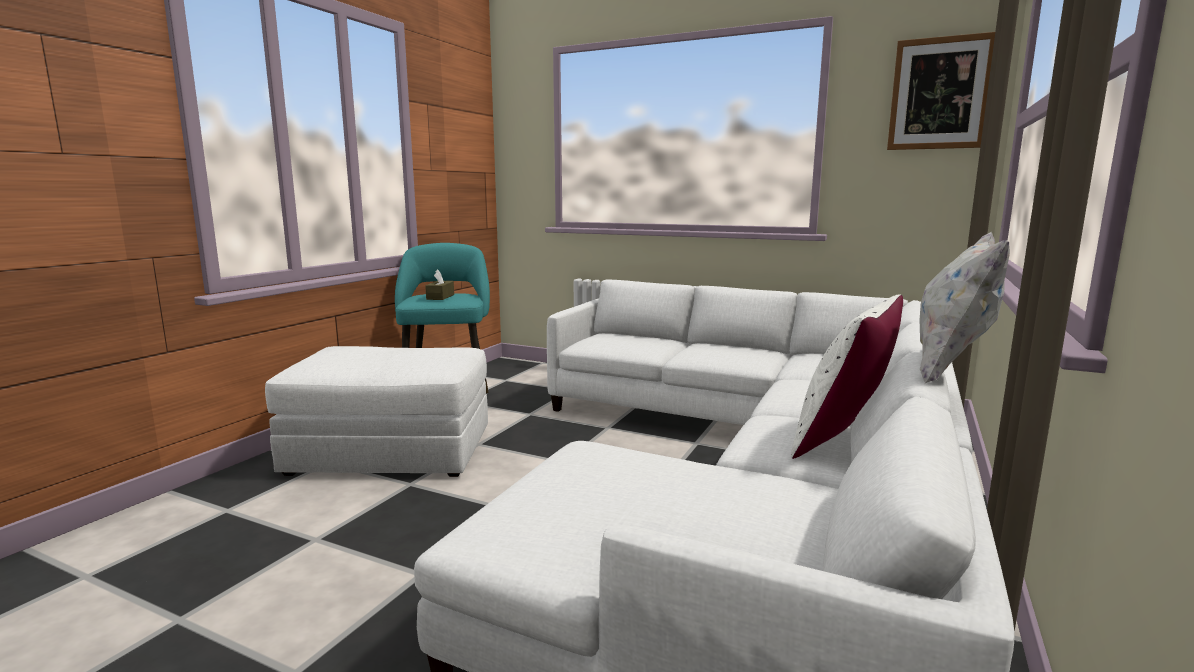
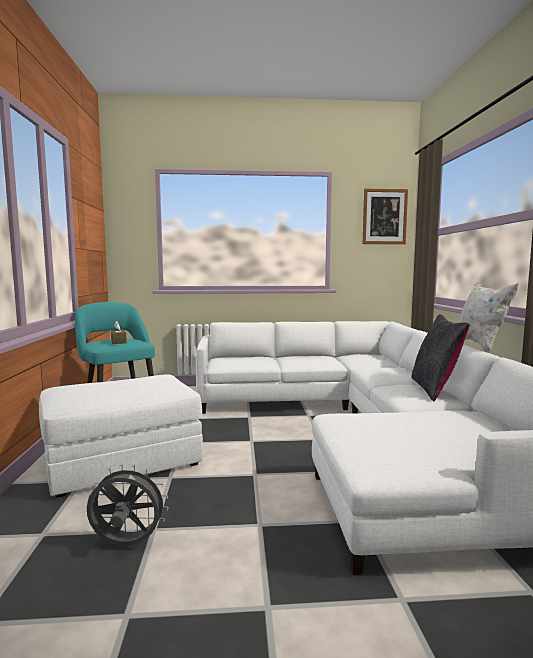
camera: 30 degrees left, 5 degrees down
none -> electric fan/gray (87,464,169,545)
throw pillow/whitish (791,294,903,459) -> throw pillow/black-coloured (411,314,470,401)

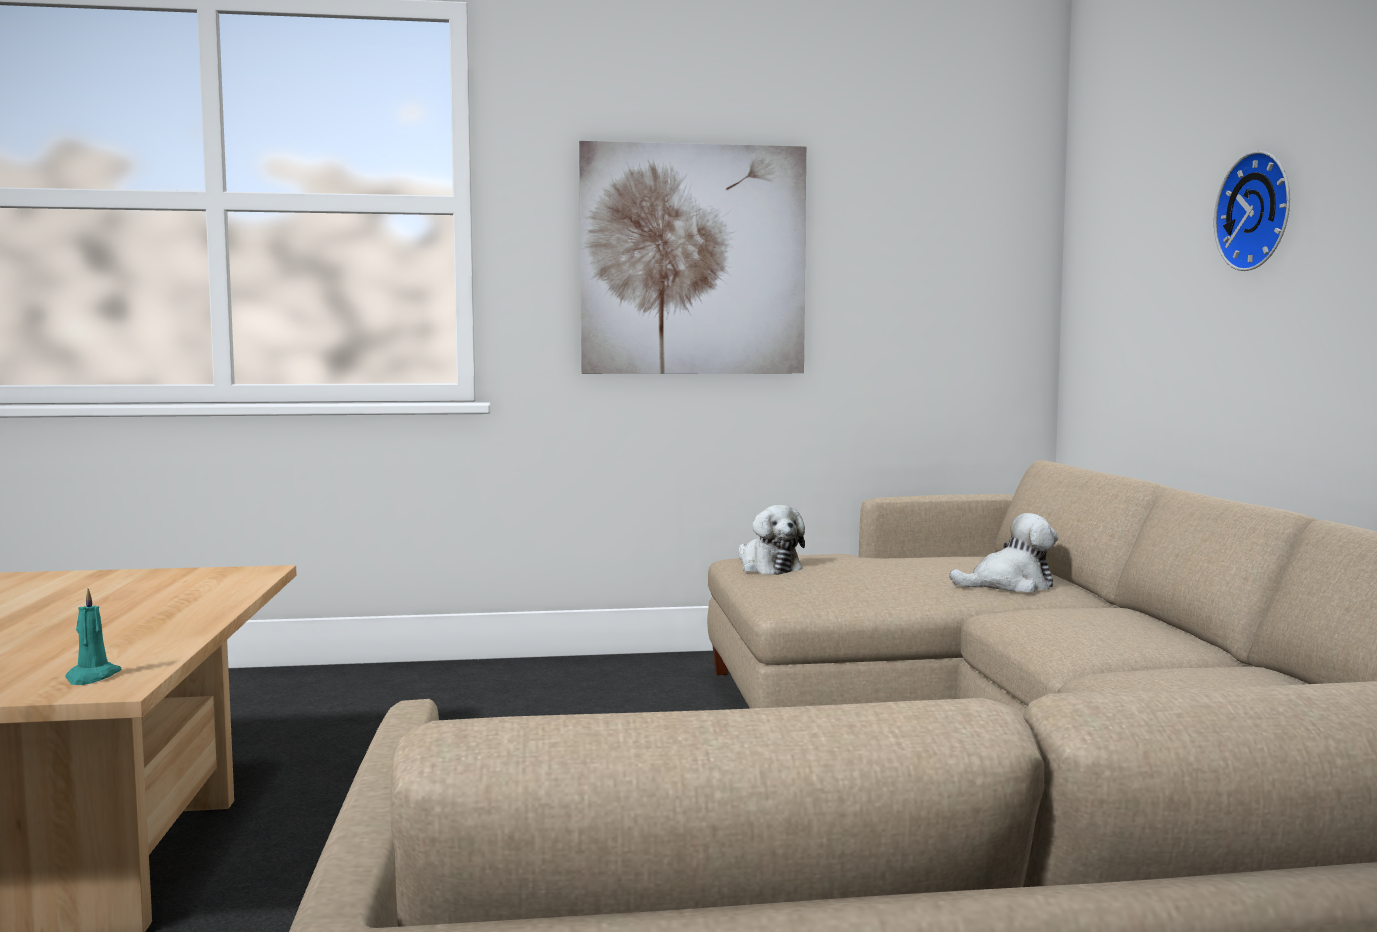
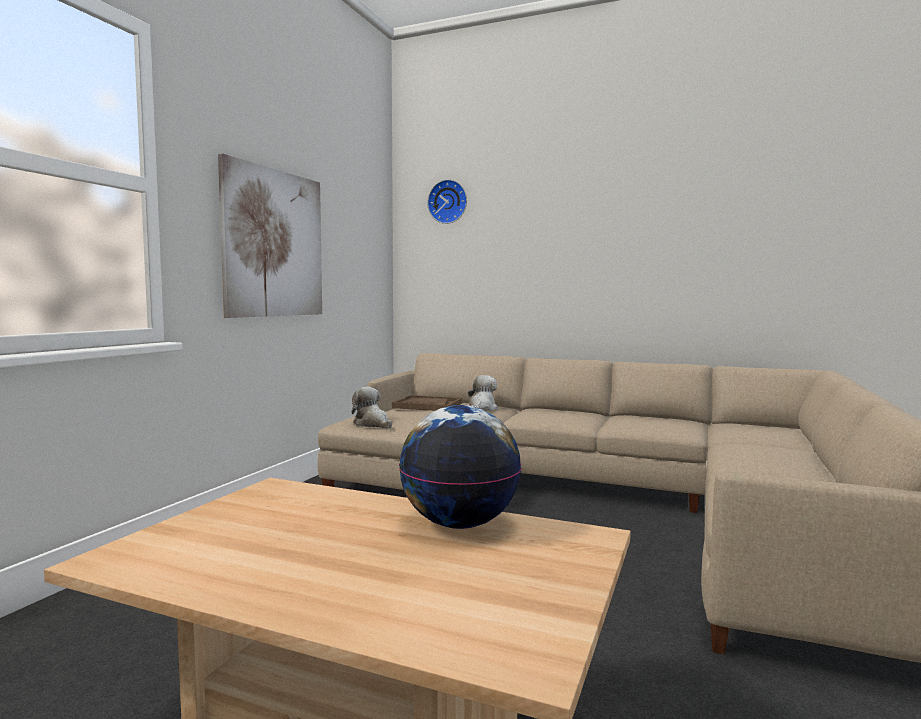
camera: 60 degrees left, 0 degrees up
candle/blue-green (65,588,121,685) -> none
none -> serving tray/brown-coloured (392,395,462,411)
none -> globe (399,405,521,529)
wall clock (1214,151,1290,271) -> wall clock (427,179,467,224), shifted
soft toy (738,505,805,575) -> soft toy (352,387,392,428), 135 degrees counterclockwise

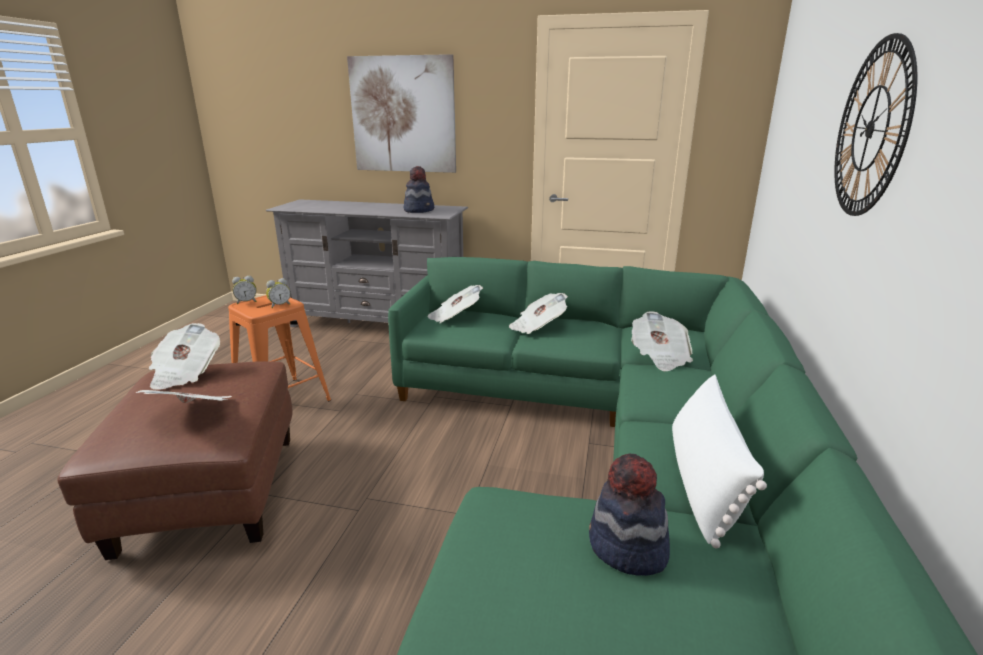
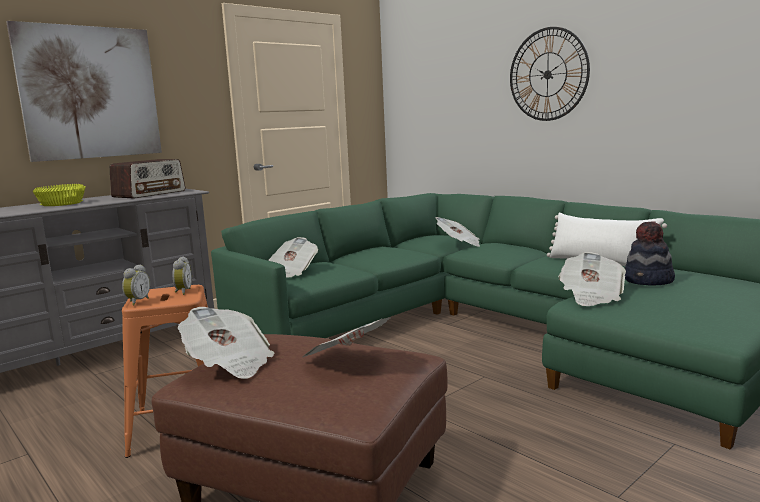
camera: 55 degrees left, 10 degrees down
none -> serving bowl/yellow-coloured (33,184,85,206)
newspaper (509,293,568,334) -> newspaper (559,252,626,306), shifted
hat (403,166,434,213) -> radio (110,159,186,199)

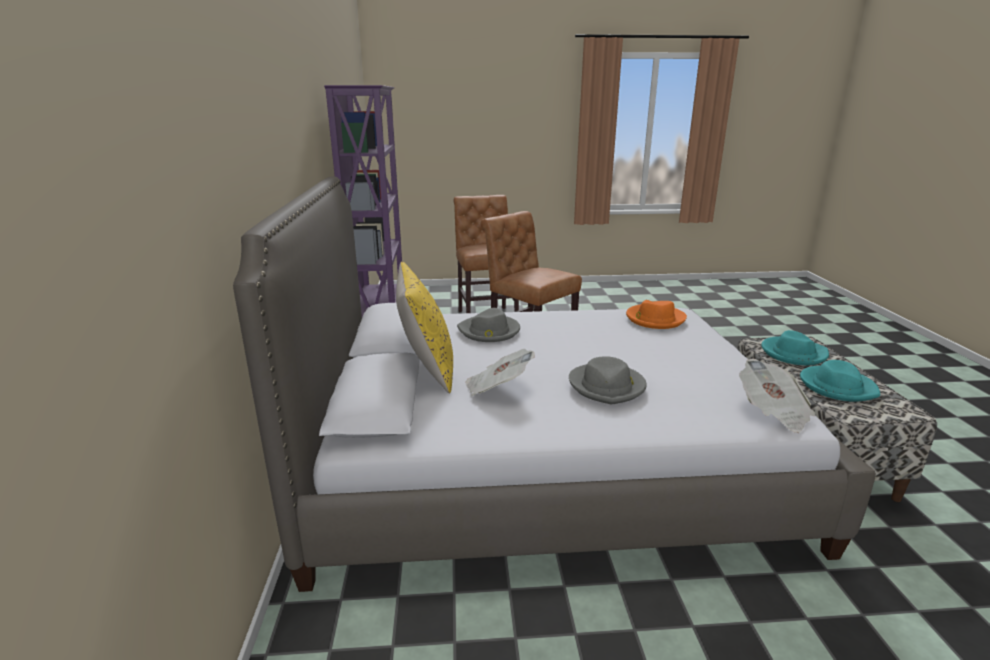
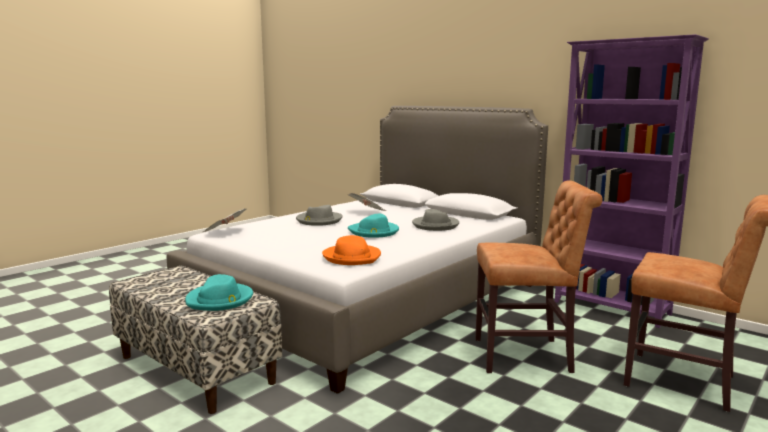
camera: 135 degrees right, 10 degrees down
throw pillow/yellow-coloured (396,262,453,393) -> none
hat/blue-green (800,360,880,402) -> hat/blue-green (348,213,399,238), shifted

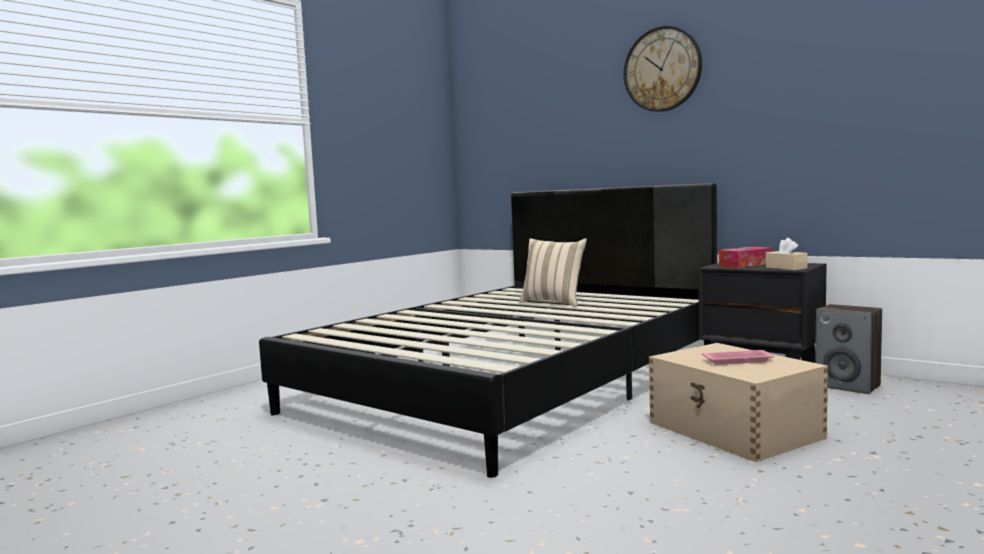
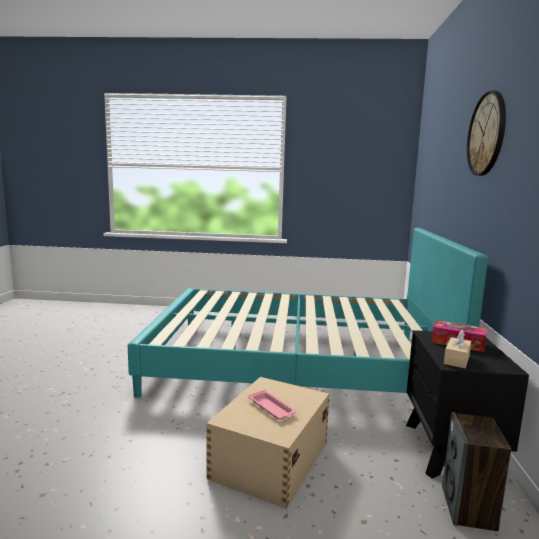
camera: 55 degrees right, 5 degrees up
throw pillow/beige (519,238,587,307) -> none
bedroom bed/black-coloured (259,183,717,478) -> bedroom bed/blue-green (128,228,488,398)

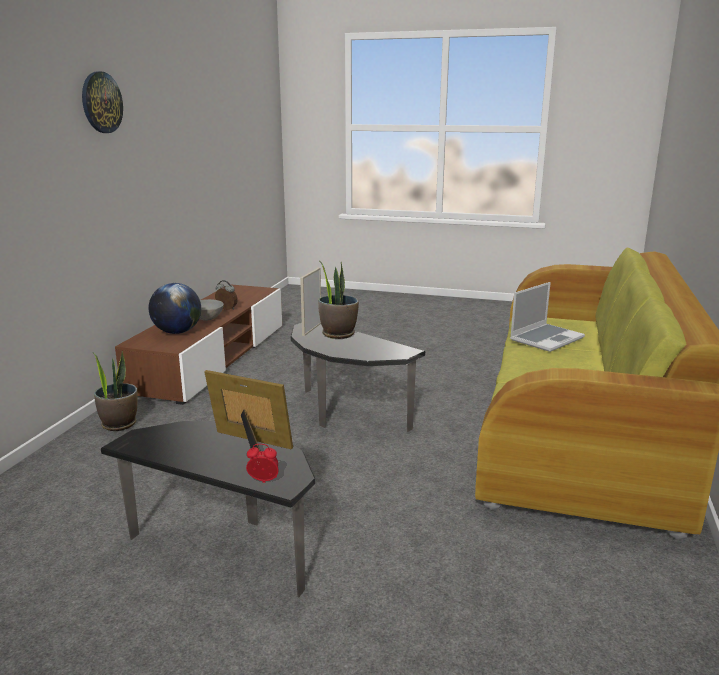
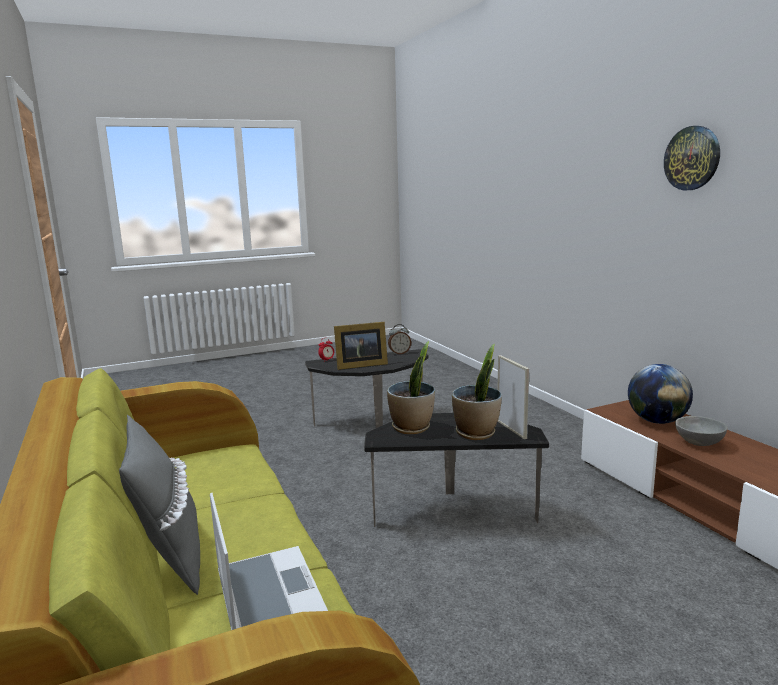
camera: 140 degrees right, 5 degrees down
none -> throw pillow/gray (119,415,200,595)
houseplant (93,351,138,431) -> houseplant (387,341,435,434), shifted
bedside clock (215,280,237,310) -> bedside clock (388,324,411,355), shifted
notebook computer (510,282,585,352) -> notebook computer (210,493,328,630), 150 degrees clockwise

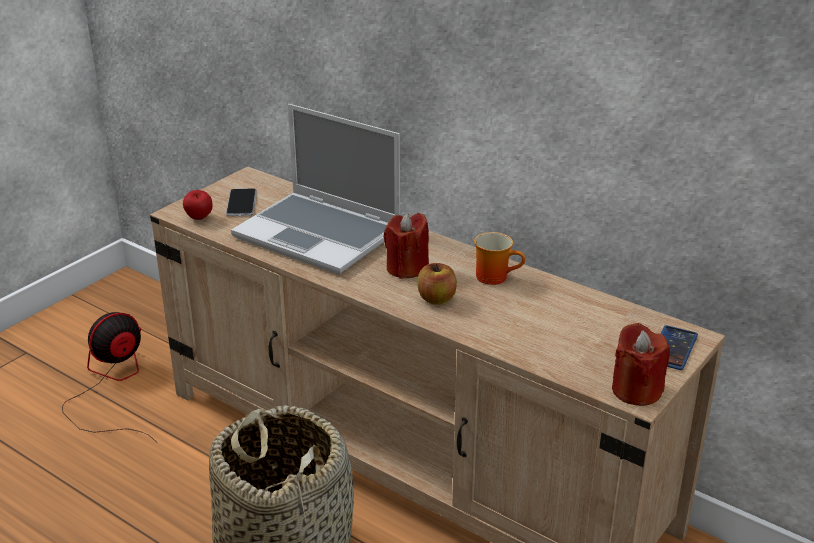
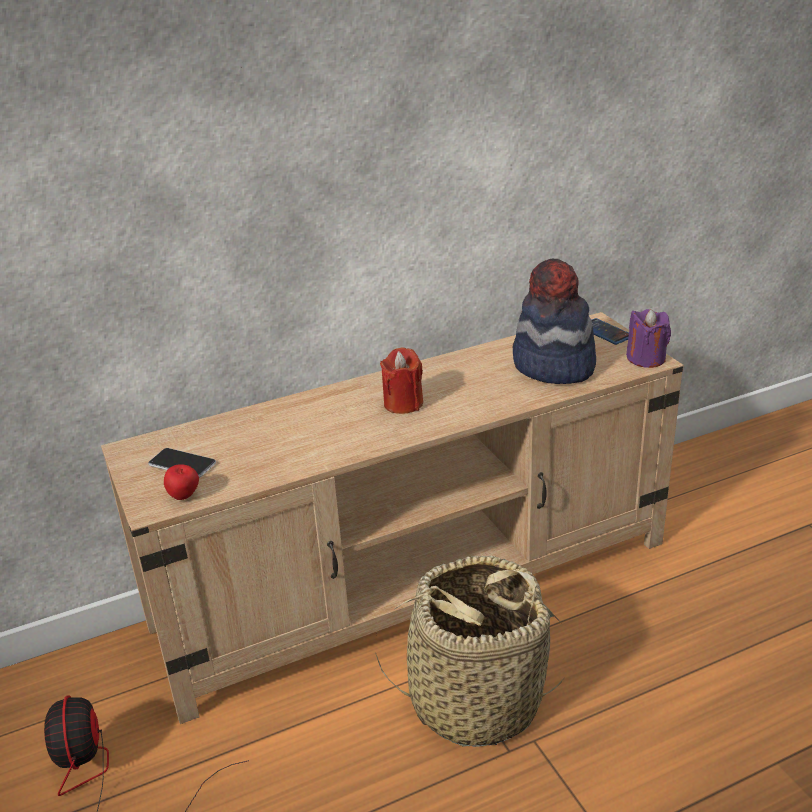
camera: 60 degrees left, 0 degrees up
notebook computer (231,104,400,274) -> none
apple fruit (418,263,457,305) -> none
tea mug (474,232,525,285) -> none
none -> hat (513,259,596,384)
candle/red (612,323,670,406) -> candle/purple-coloured (626,309,671,368)

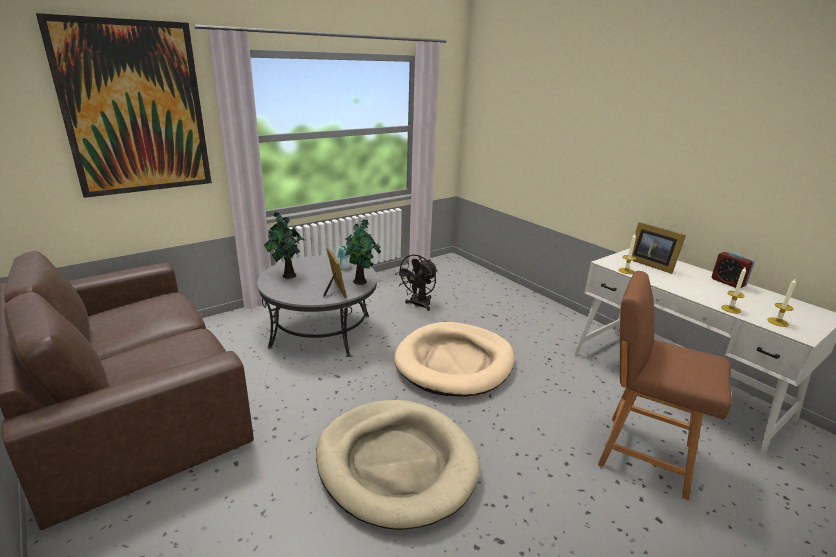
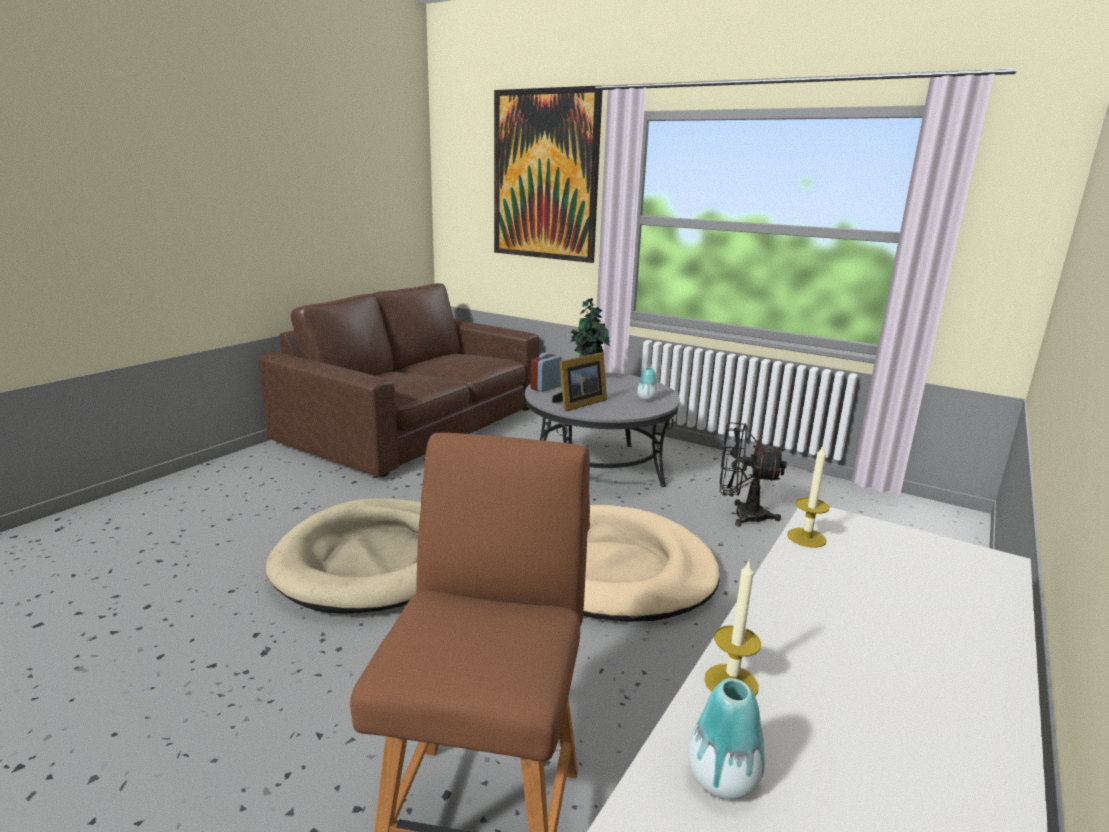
camera: 70 degrees right, 5 degrees down
houseplant (343,220,381,285) -> none
standing frame (632,222,686,274) -> none
bedside clock (712,251,755,288) -> bedside clock (531,353,562,392), shifted
candle (767,279,796,327) -> vase (688,678,765,800)

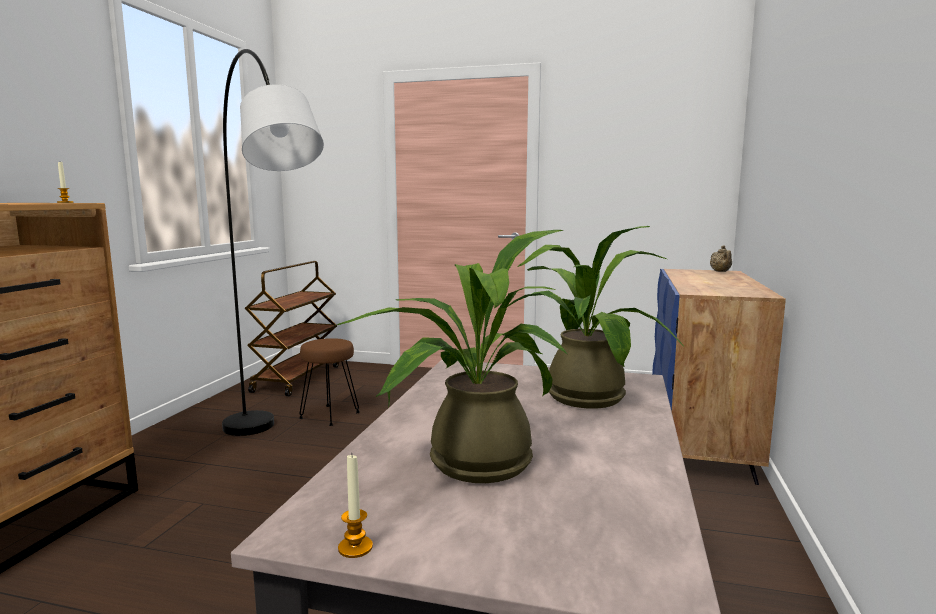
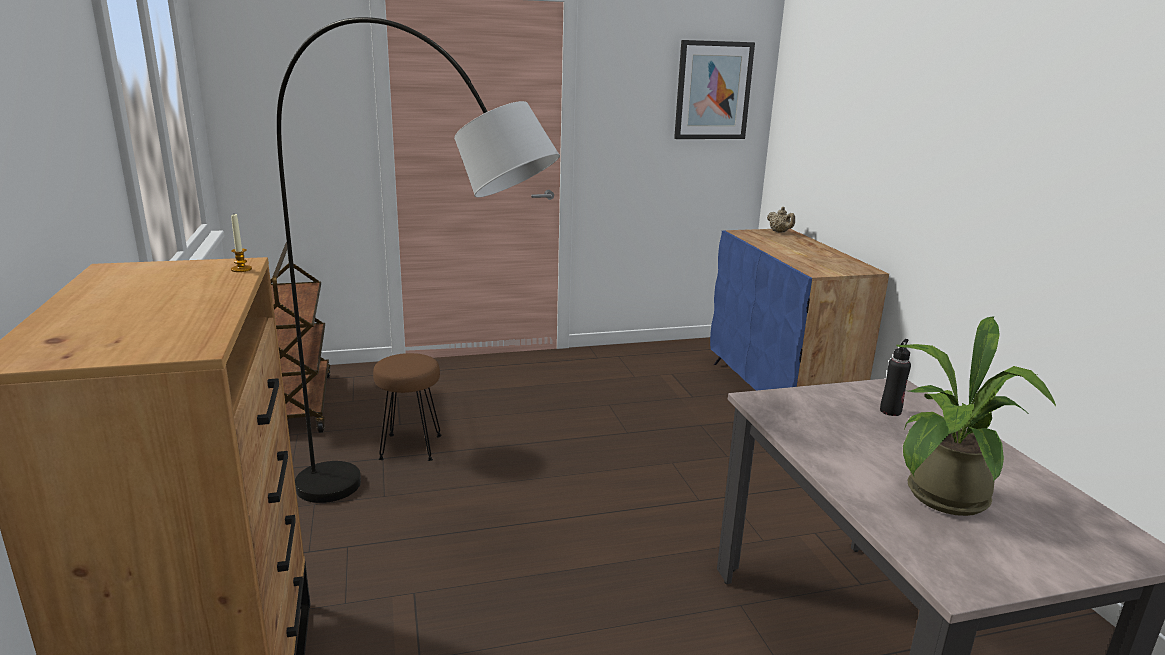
camera: 30 degrees left, 10 degrees up
candle (338,455,373,558) -> none
none -> wall art (674,40,755,139)
houseplant (508,226,683,409) -> beverage bottle/black-coloured (880,339,911,416)

